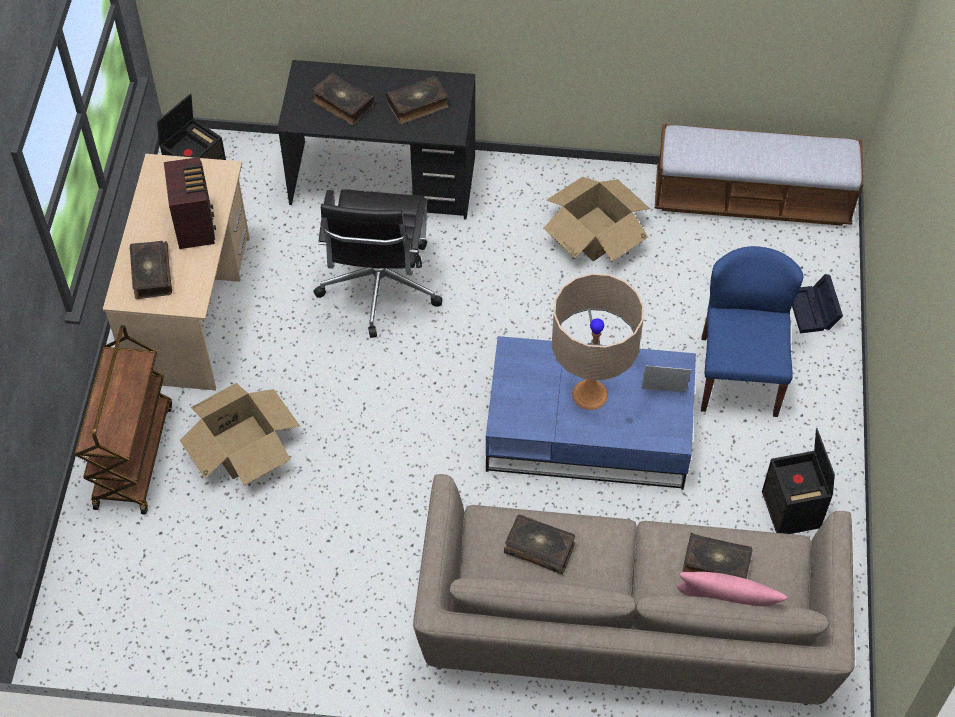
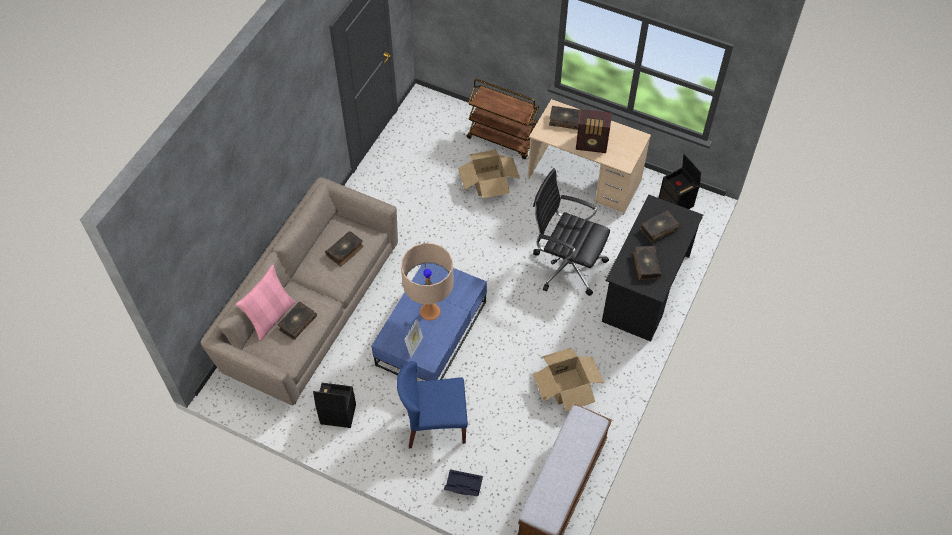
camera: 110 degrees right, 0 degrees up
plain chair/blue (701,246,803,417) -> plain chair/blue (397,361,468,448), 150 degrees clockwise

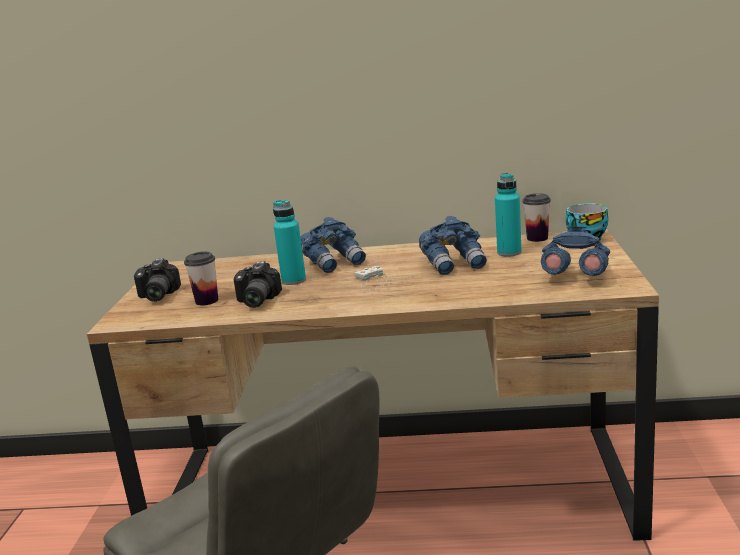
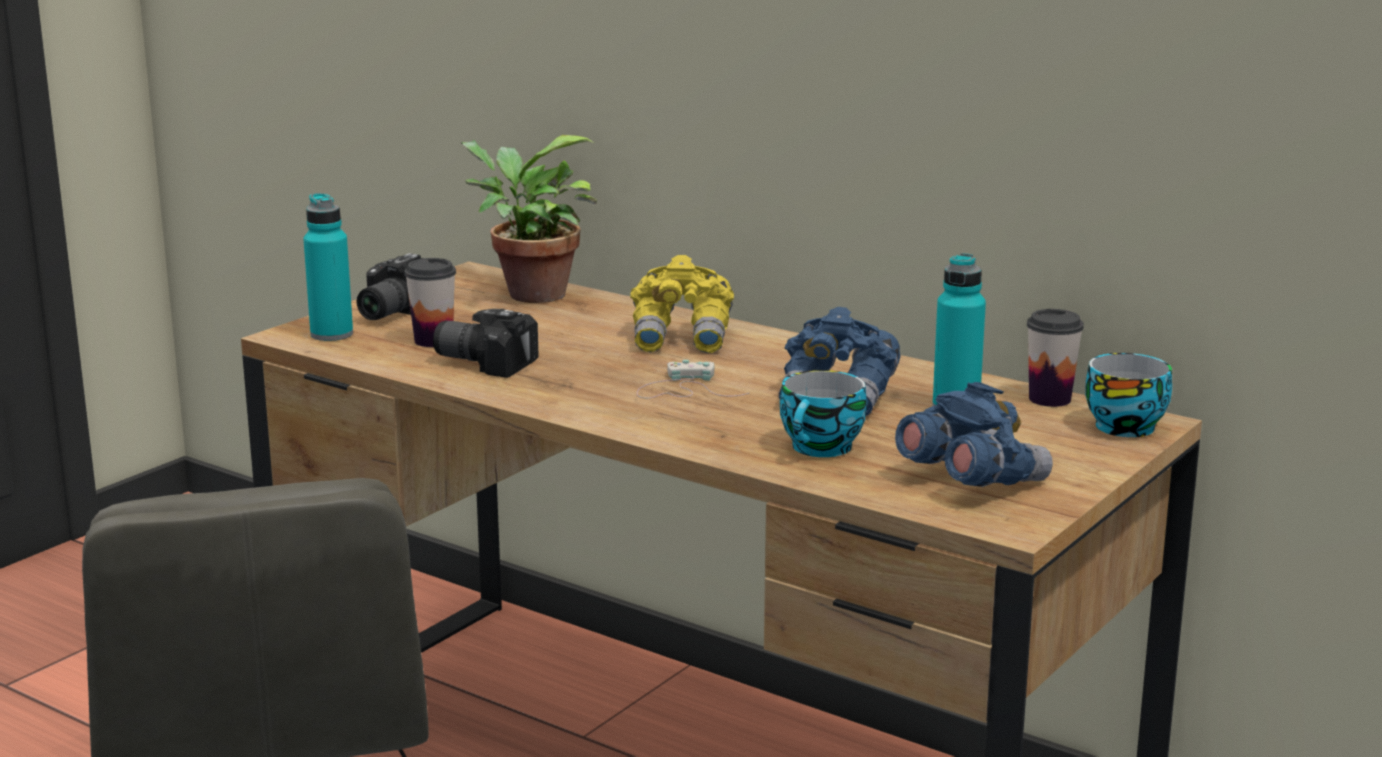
camera: 30 degrees right, 0 degrees up
none -> houseplant (461,135,597,303)
none -> drinking cup (780,370,867,457)
beverage bottle/blue-green (273,200,306,285) -> beverage bottle/blue-green (303,193,353,341), shifted
field glasses/blue (300,217,366,273) -> field glasses/yellow-coloured (630,255,734,353)
still camera (234,261,282,308) -> still camera (433,309,539,378), 75 degrees clockwise

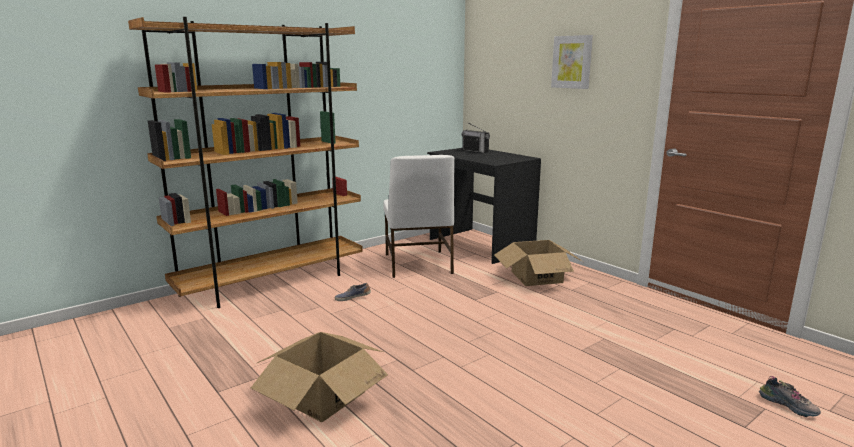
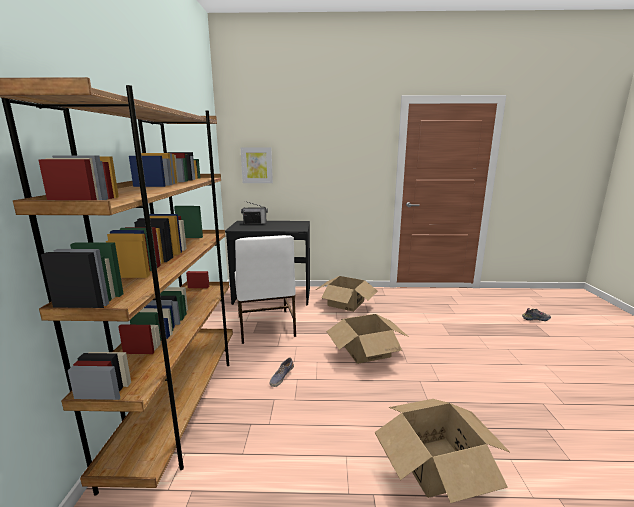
camera: 50 degrees left, 0 degrees up
none -> cardboard box (326,314,409,364)
wall art (551,35,593,89) -> wall art (241,147,273,183), shifted
plain chair/whitish (383,155,455,278) -> plain chair/whitish (235,235,296,344), 45 degrees clockwise

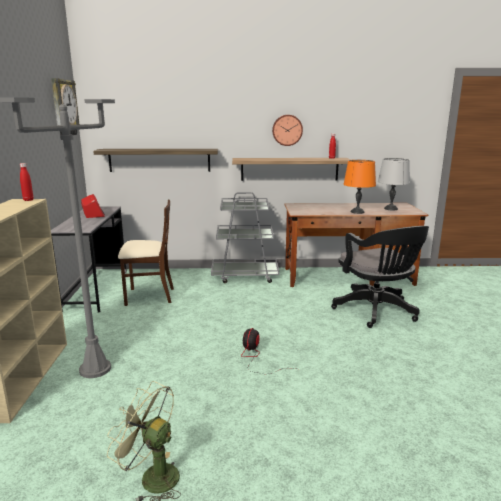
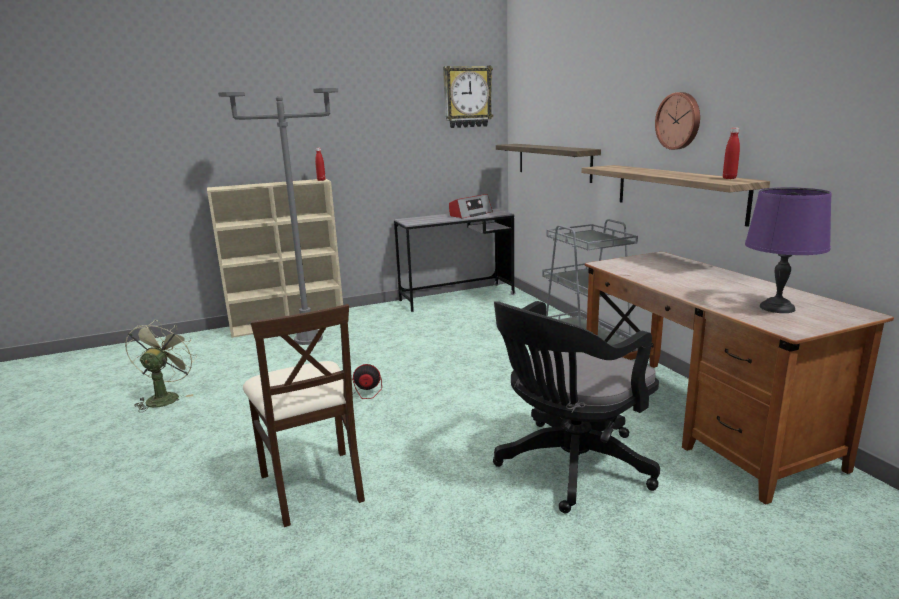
camera: 70 degrees right, 0 degrees up
tabletop lamp/orange (344,160,376,214) -> none
plain chair/beige (118,200,174,306) -> plain chair/beige (243,304,365,527), shifted
tabletop lamp/gray (378,158,410,210) -> tabletop lamp/purple-coloured (745,187,832,313)

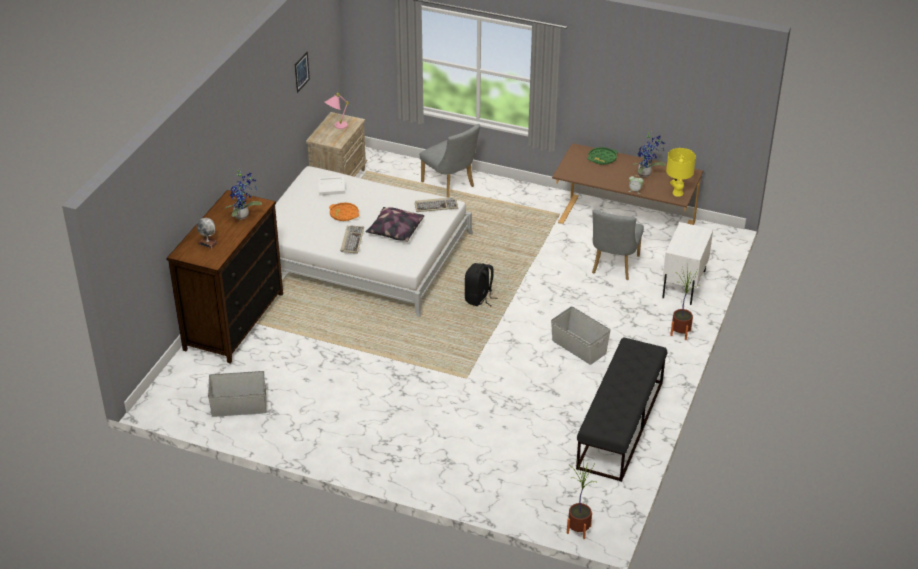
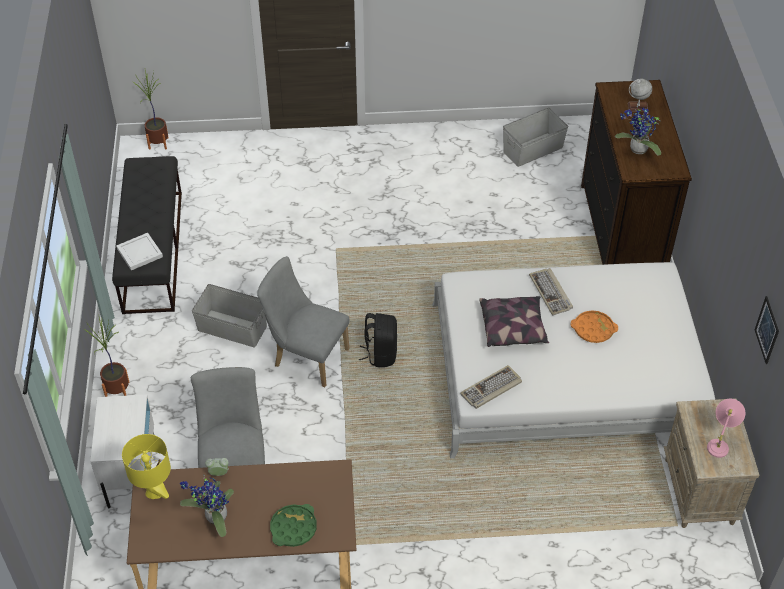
camera: 155 degrees right, 10 degrees up
serving tray/whitish (318,176,345,195) -> serving tray/whitish (116,233,163,270), shifted
plain chair/gray (420,124,480,198) -> plain chair/gray (257,256,349,387), shifted

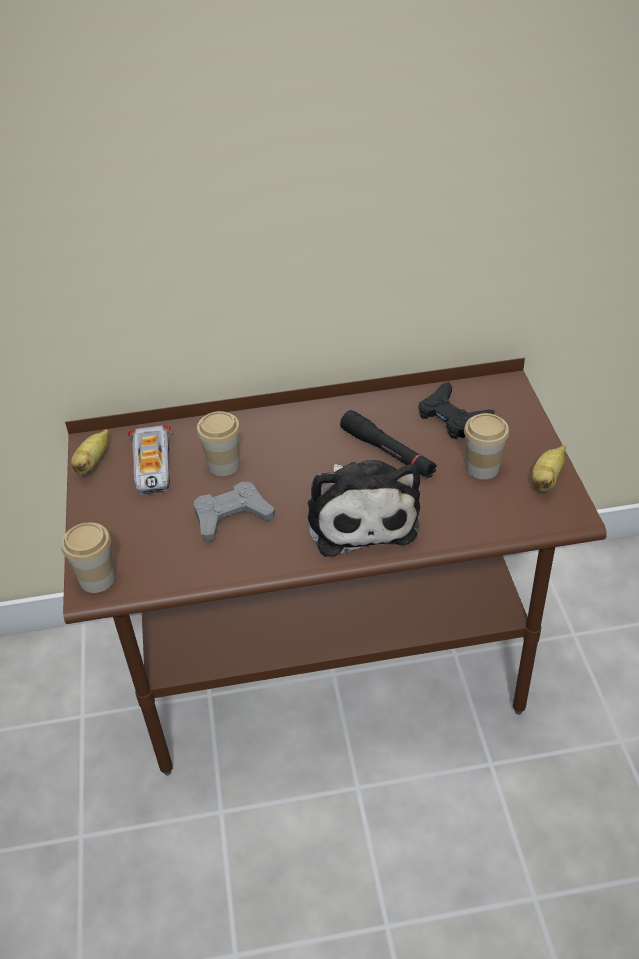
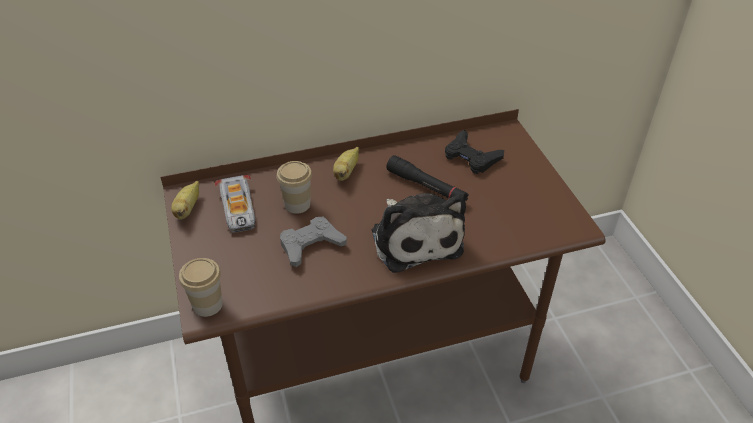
camera: 10 degrees left, 0 degrees up
drinking cup (464,413,509,479) -> none
whole banana (532,445,566,492) -> whole banana (333,147,359,181), shifted

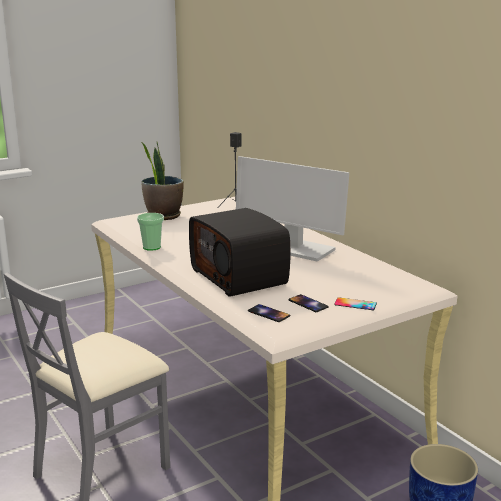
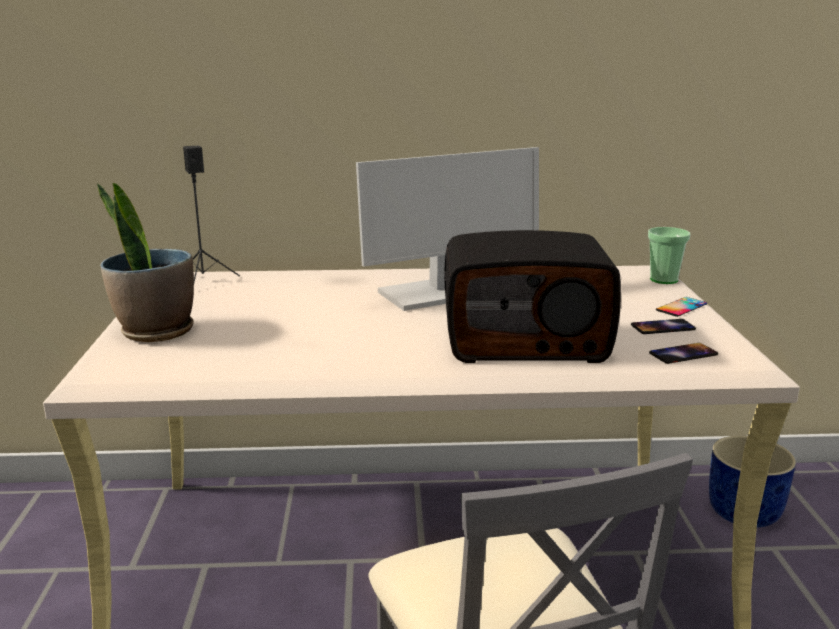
camera: 60 degrees left, 0 degrees up
drinking cup (137,213,164,251) -> drinking cup (648,227,690,284), shifted

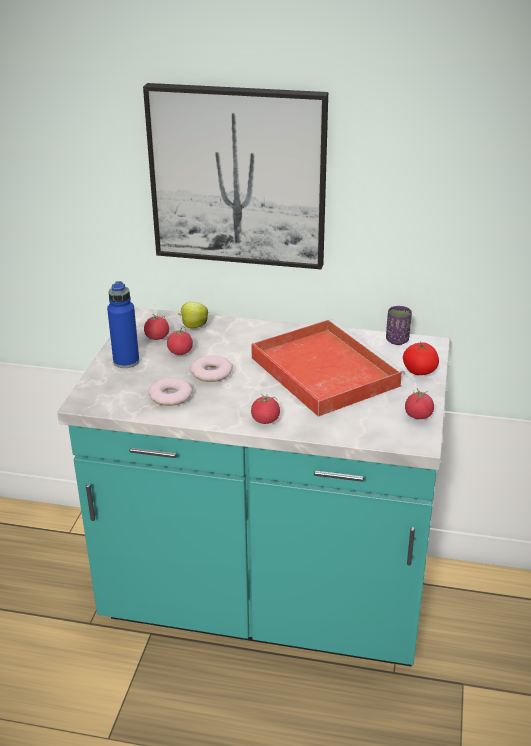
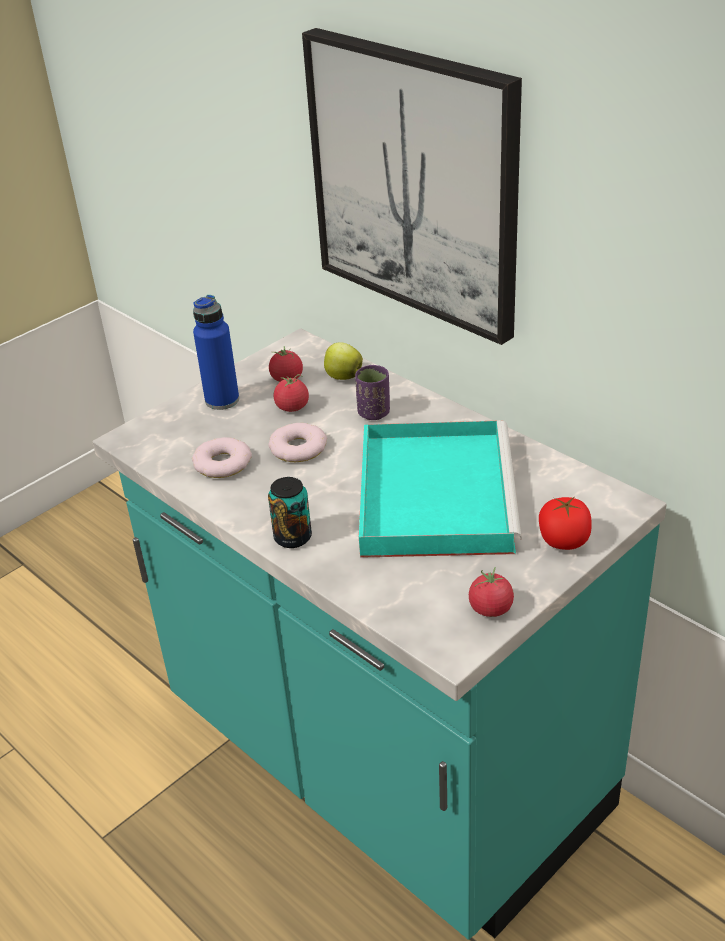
camera: 35 degrees right, 5 degrees up
drinking cup/purple-coloured (386,306,412,345) -> drinking cup/purple-coloured (355,365,390,420), shifted
fresh tomato (251,394,280,424) -> metal can (268,477,312,548)
serving tray/red (251,319,405,417) -> serving tray/blue-green (359,420,522,558)

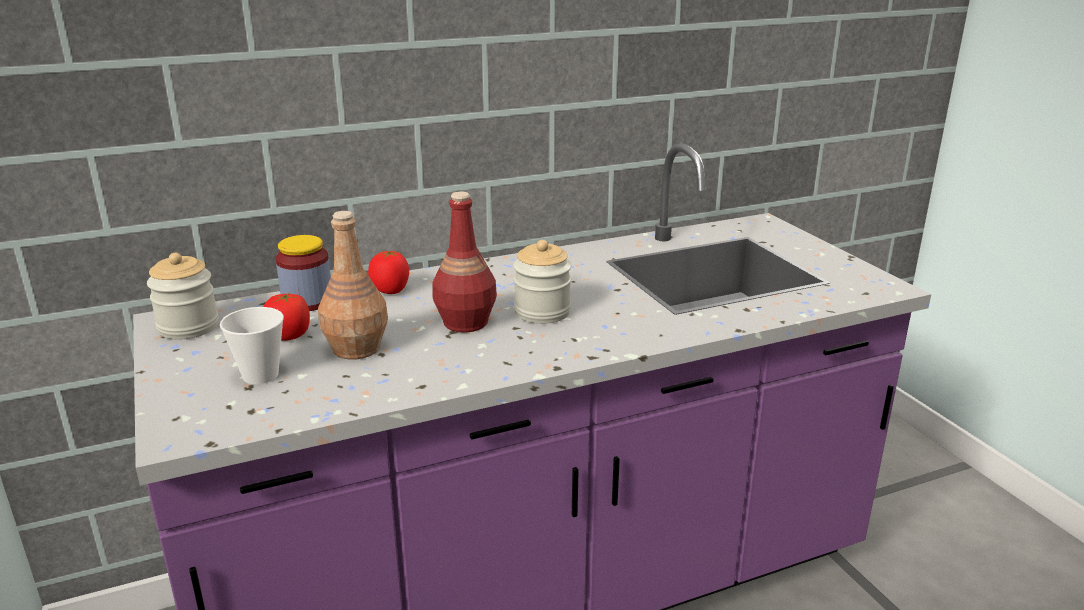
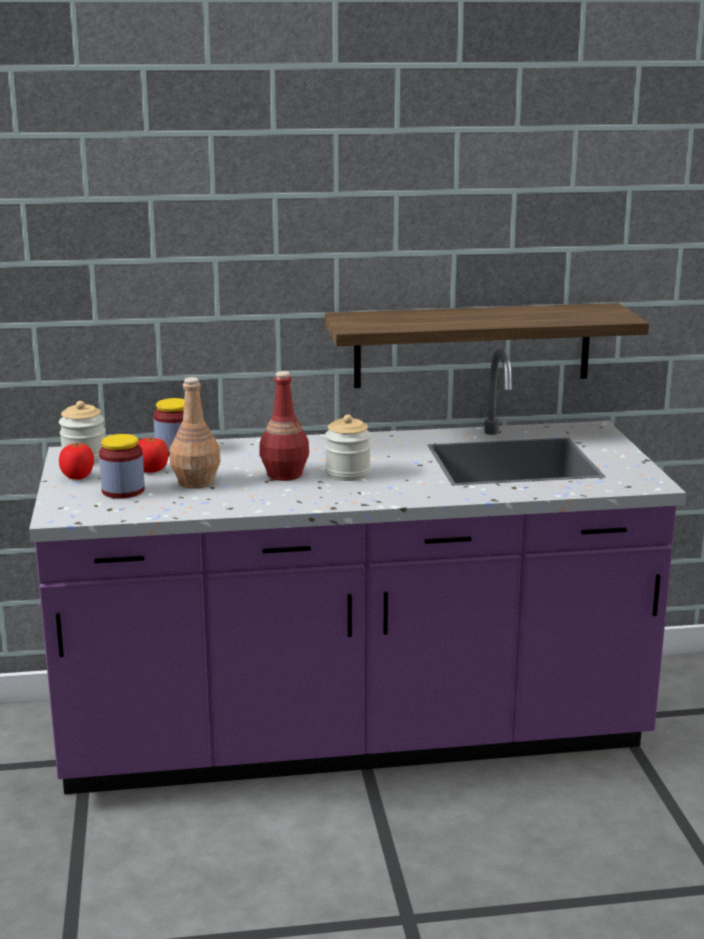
camera: 15 degrees right, 5 degrees down
none -> shelf (325,303,649,388)
fresh tomato (368,251,409,294) -> fresh tomato (59,443,94,480), shifted
drinking cup (220,307,284,384) -> jar (99,434,145,498)

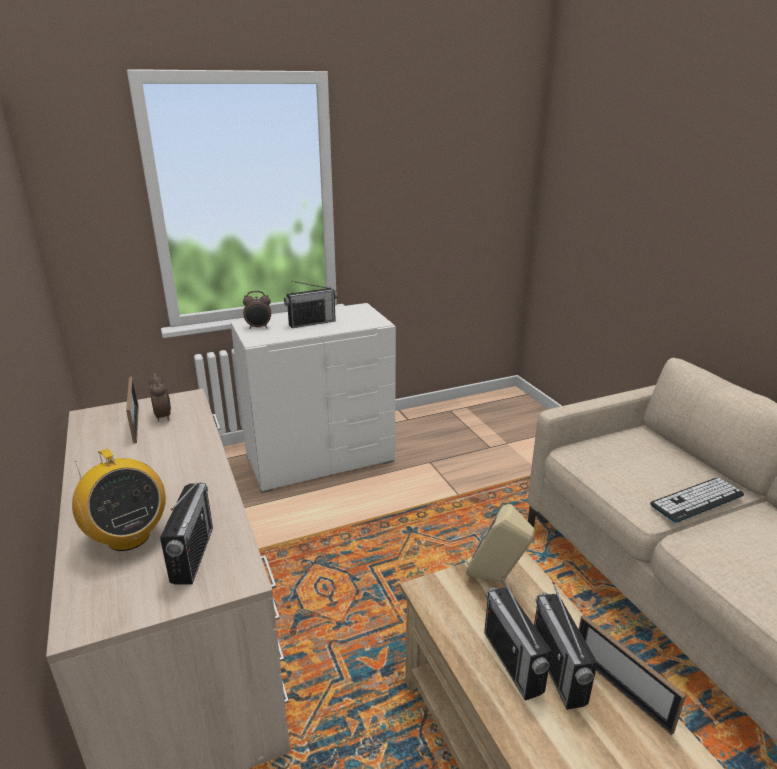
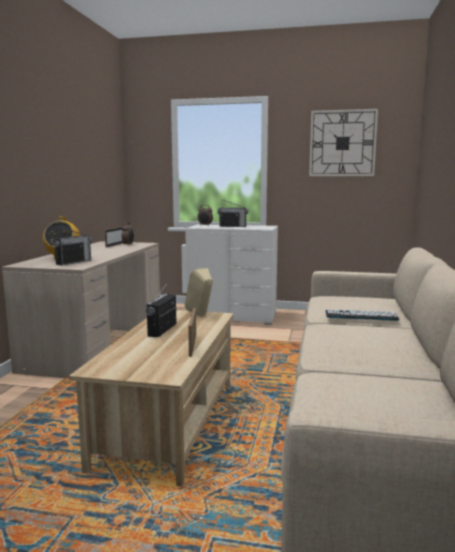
camera: 35 degrees right, 15 degrees down
radio (534,582,598,710) -> none
none -> wall clock (309,109,378,176)

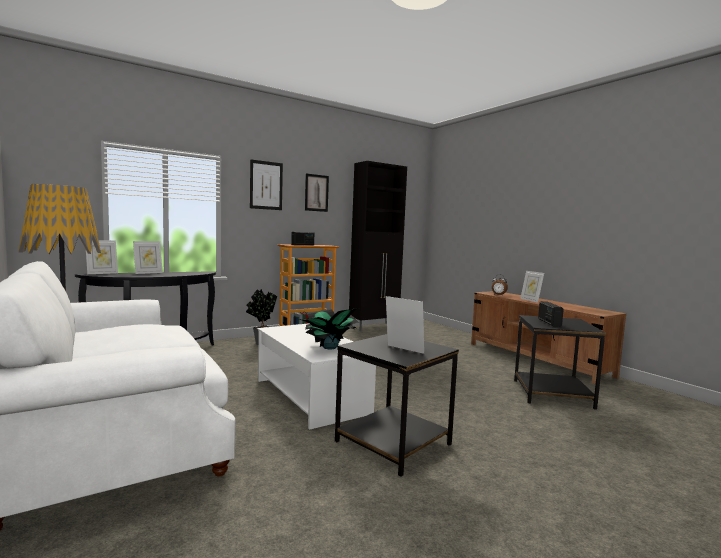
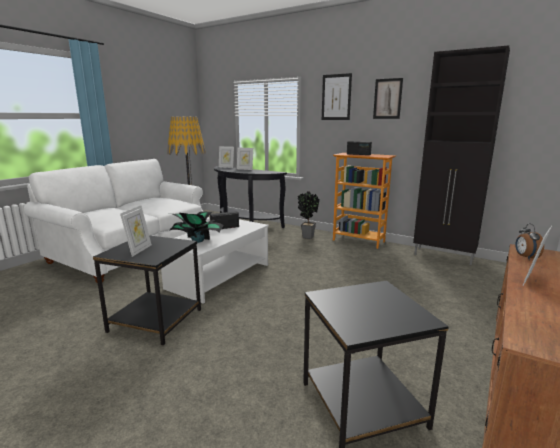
camera: 65 degrees right, 10 degrees up
radio (538,301,564,327) -> radio (210,211,239,229), shifted

